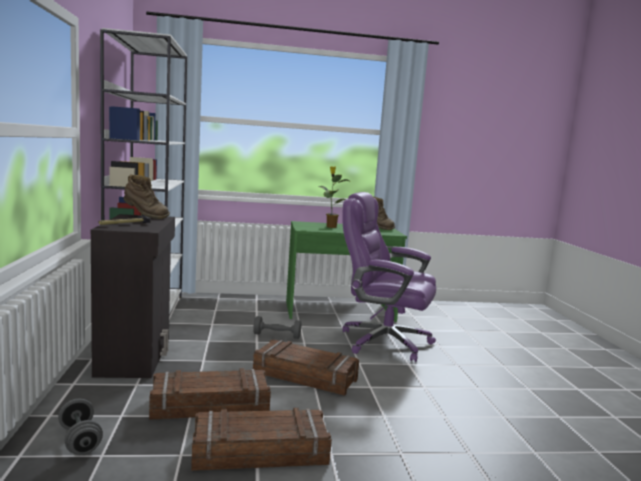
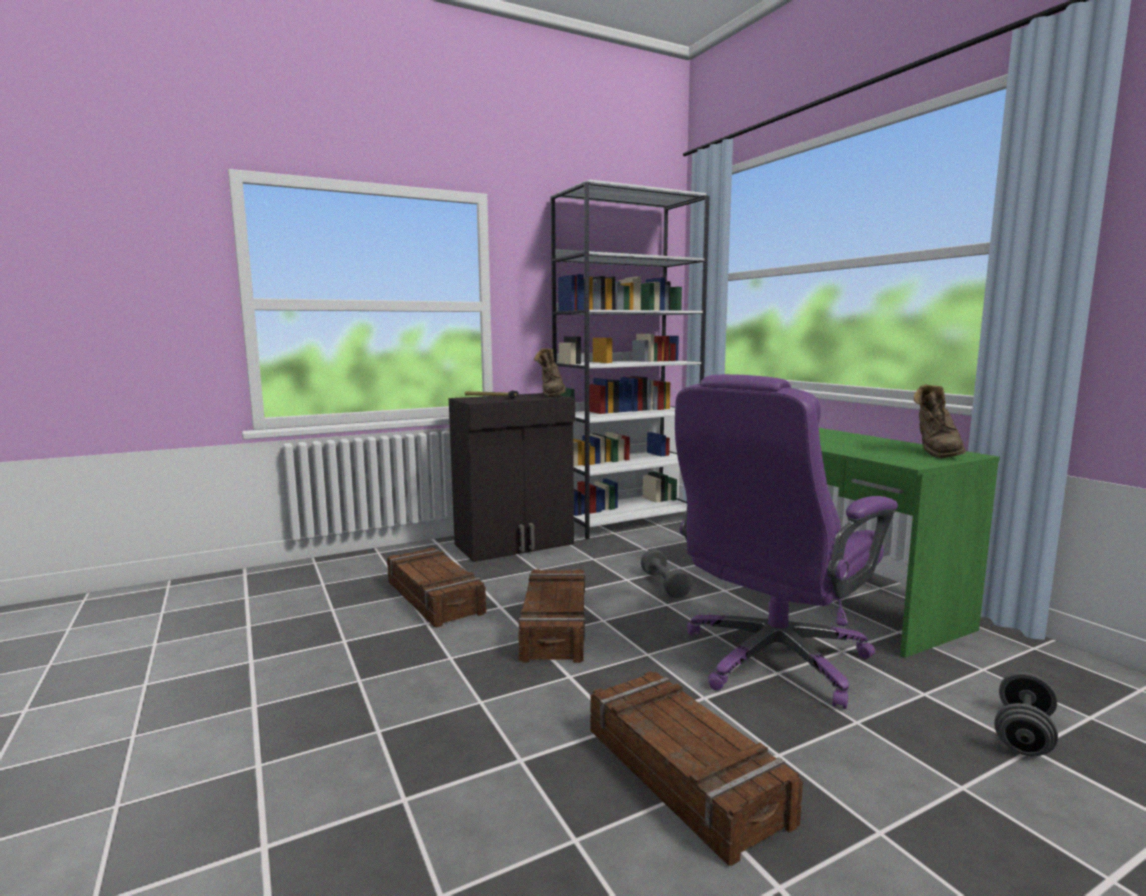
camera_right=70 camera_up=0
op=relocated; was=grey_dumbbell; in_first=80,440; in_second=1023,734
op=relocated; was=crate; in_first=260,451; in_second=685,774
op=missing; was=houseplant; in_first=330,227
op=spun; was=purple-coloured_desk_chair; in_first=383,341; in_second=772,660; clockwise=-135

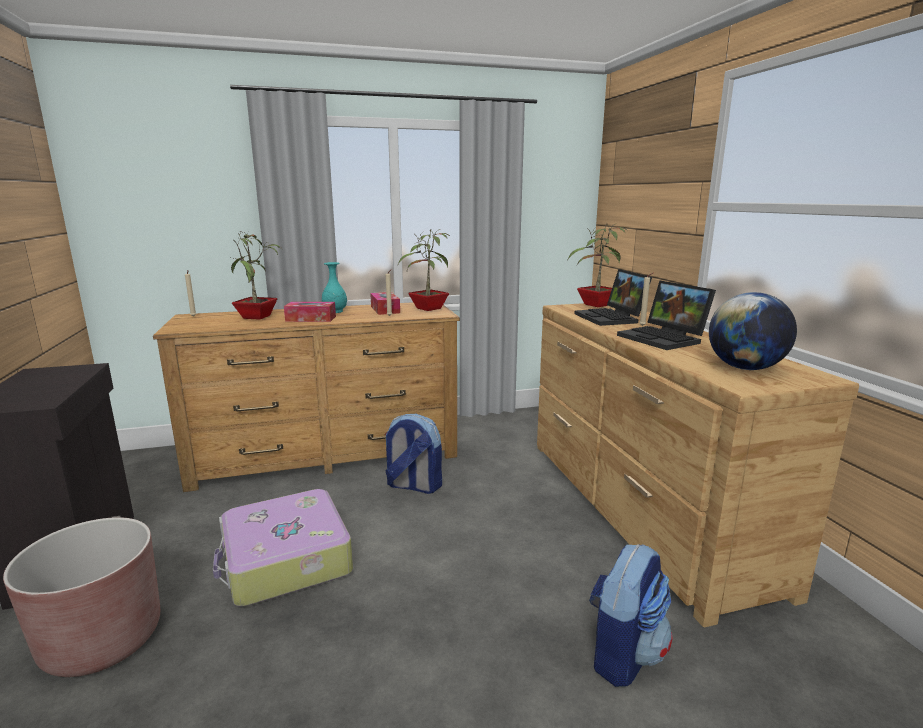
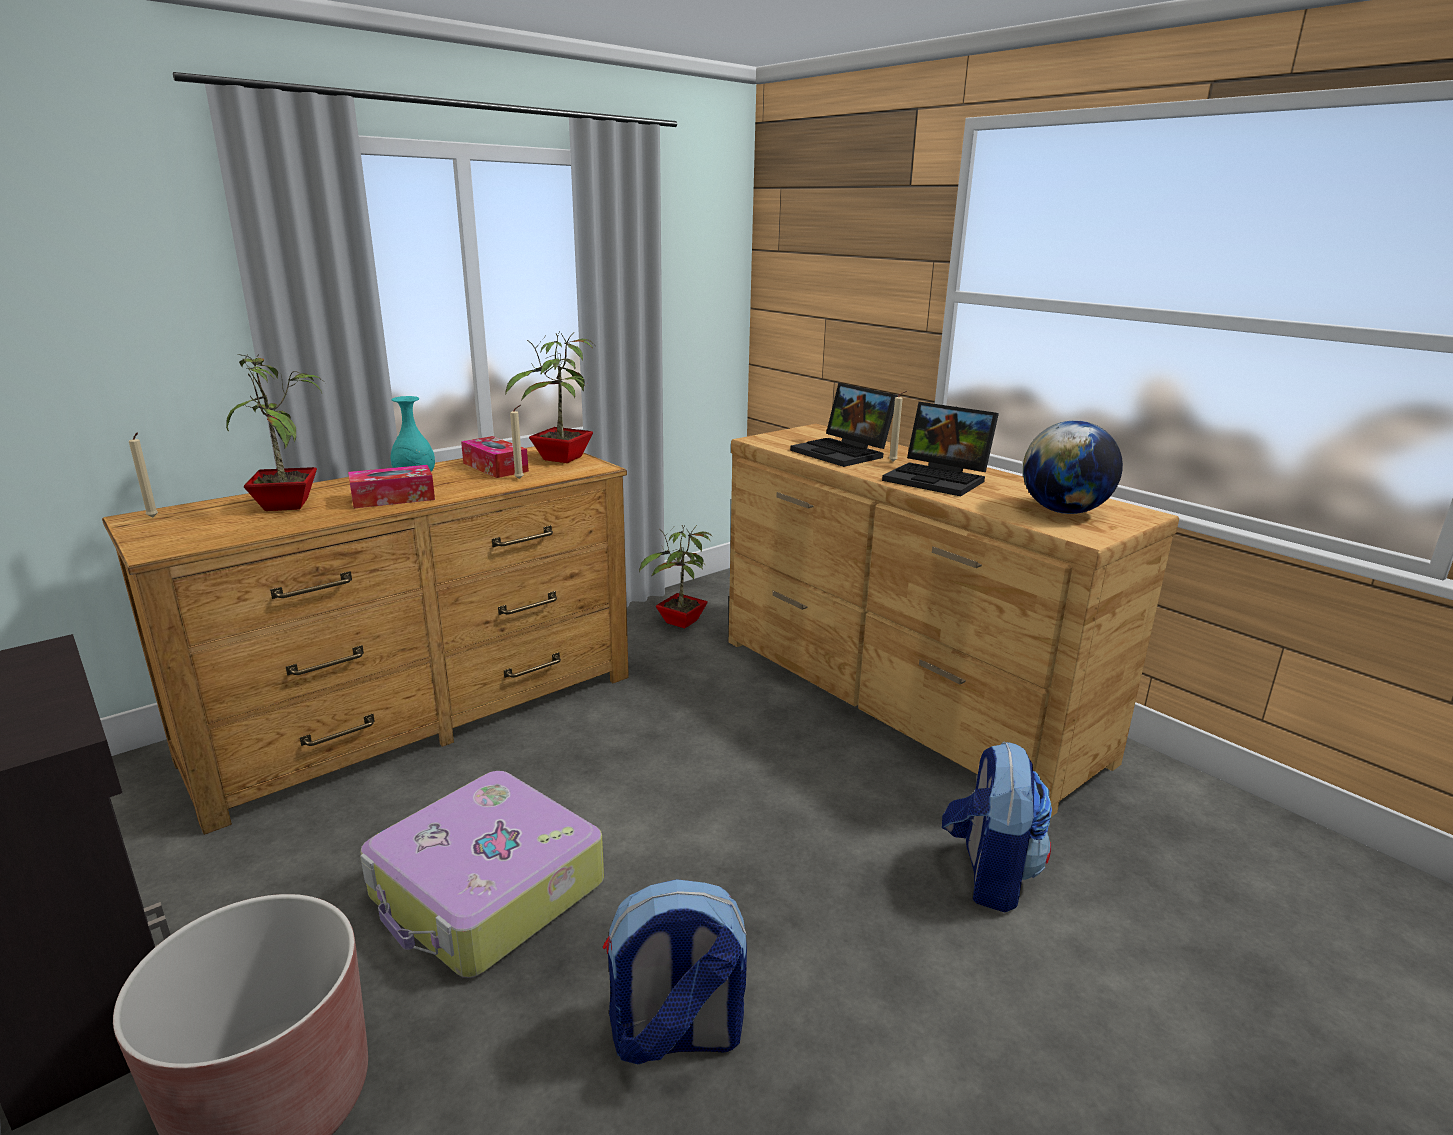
camera_right=-25 camera_up=5
op=relocated; was=rucksack; in_first=413,486; in_second=676,1036
op=relocated; was=houseplant; in_first=596,305; in_second=680,623

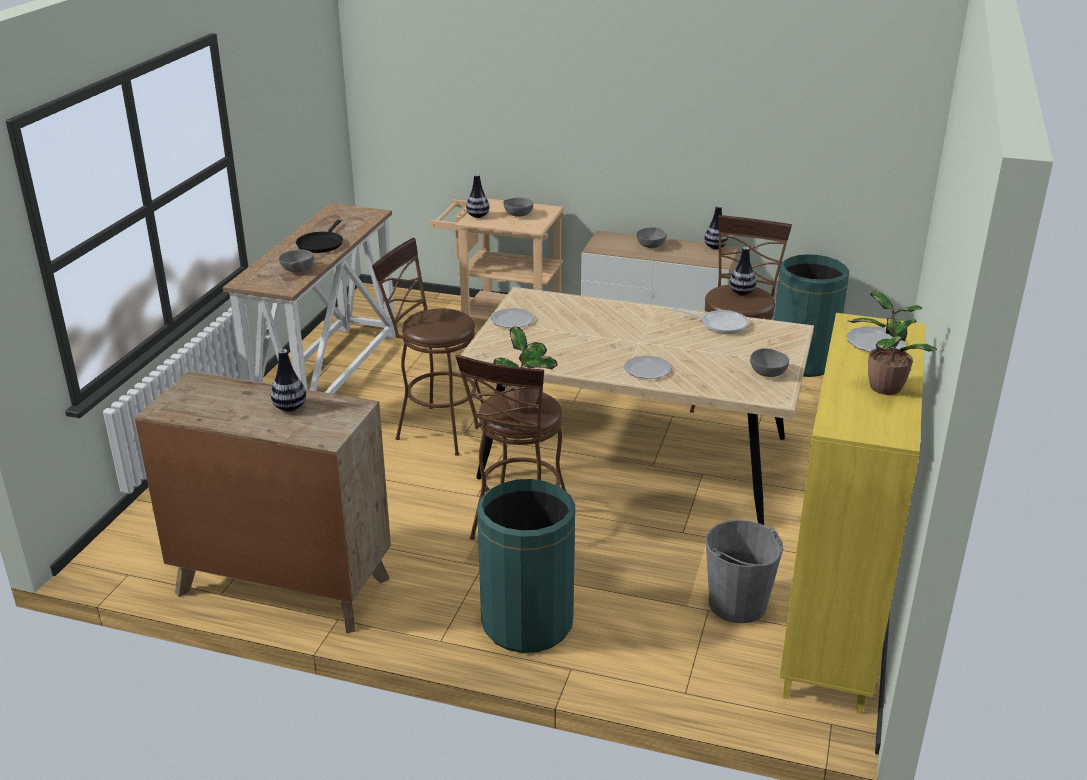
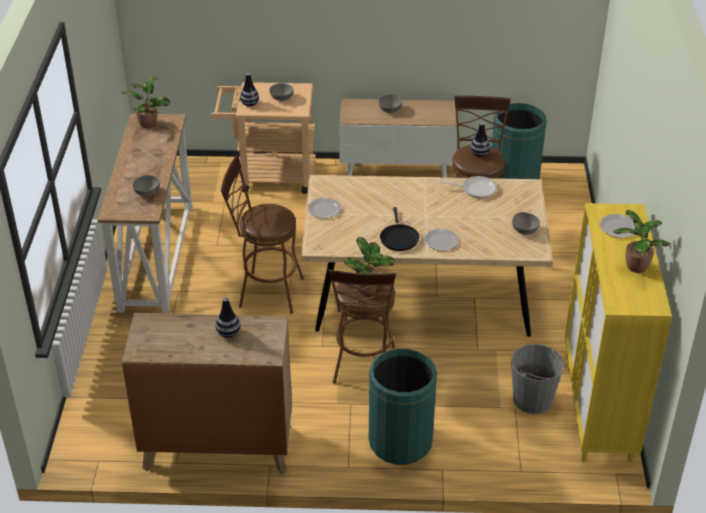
camera_right=-15 camera_up=10
op=relocated; was=black_pan; in_first=321,244; in_second=398,238
op=missing; was=decorative_vase; in_first=715,247
op=appeared; now=houseplant; in_second=149,123

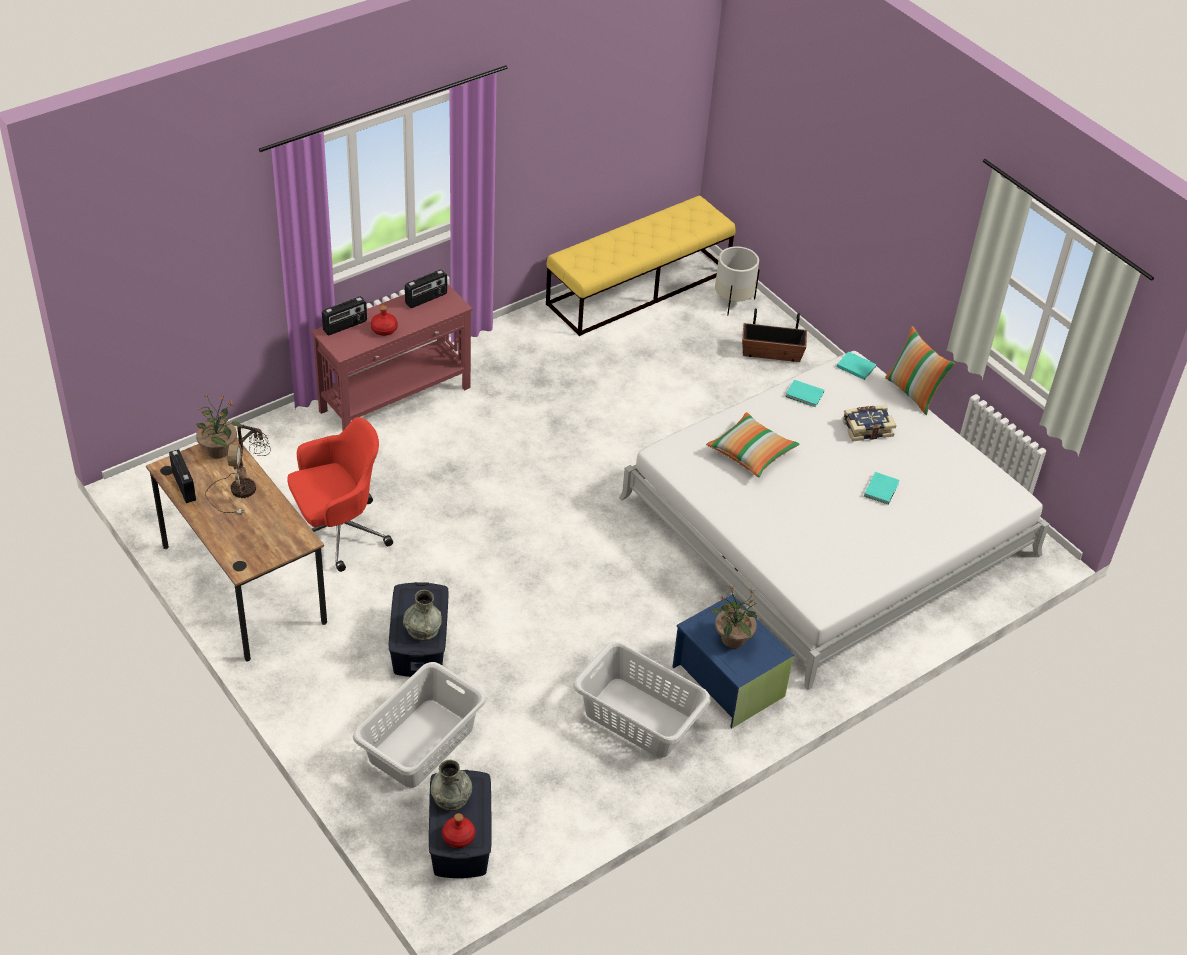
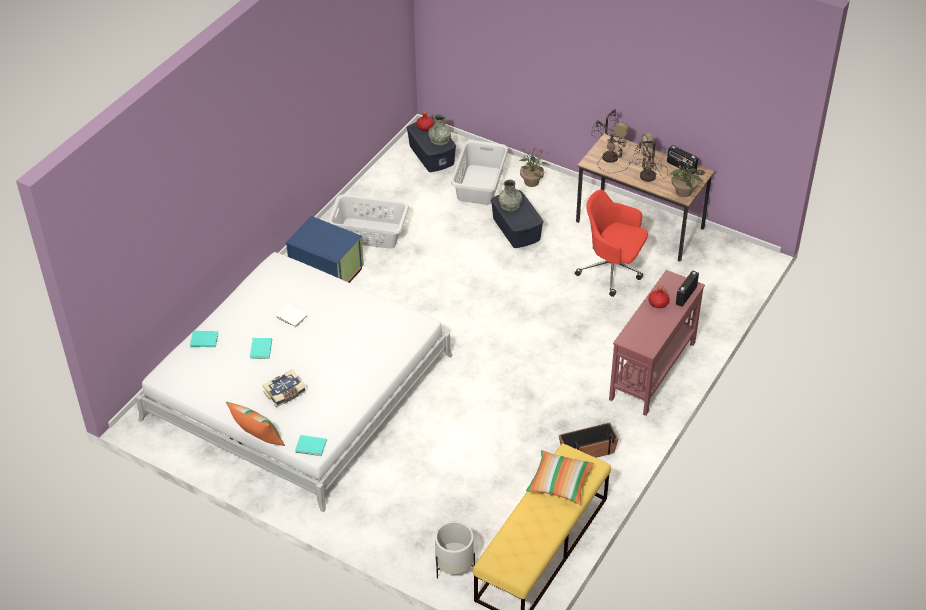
camera_right=160 camera_up=0
op=spun; was=red-coloured_desk_chair; in_first=338,532; in_second=612,270; clockwise=75
op=missing; was=radio_receiver; in_first=426,299
op=relocated; was=pillow; in_first=751,453; in_second=559,483
op=relocated; was=houseplant; in_first=732,639; in_second=531,182
op=relocated; was=plant_pot; in_first=771,353; in_second=587,451
op=relocated; was=turquoise_volume; in_first=805,395; in_second=203,339
op=appeared; now=white_volume; in_second=292,317
op=appeared; now=table_lamp; in_second=609,157

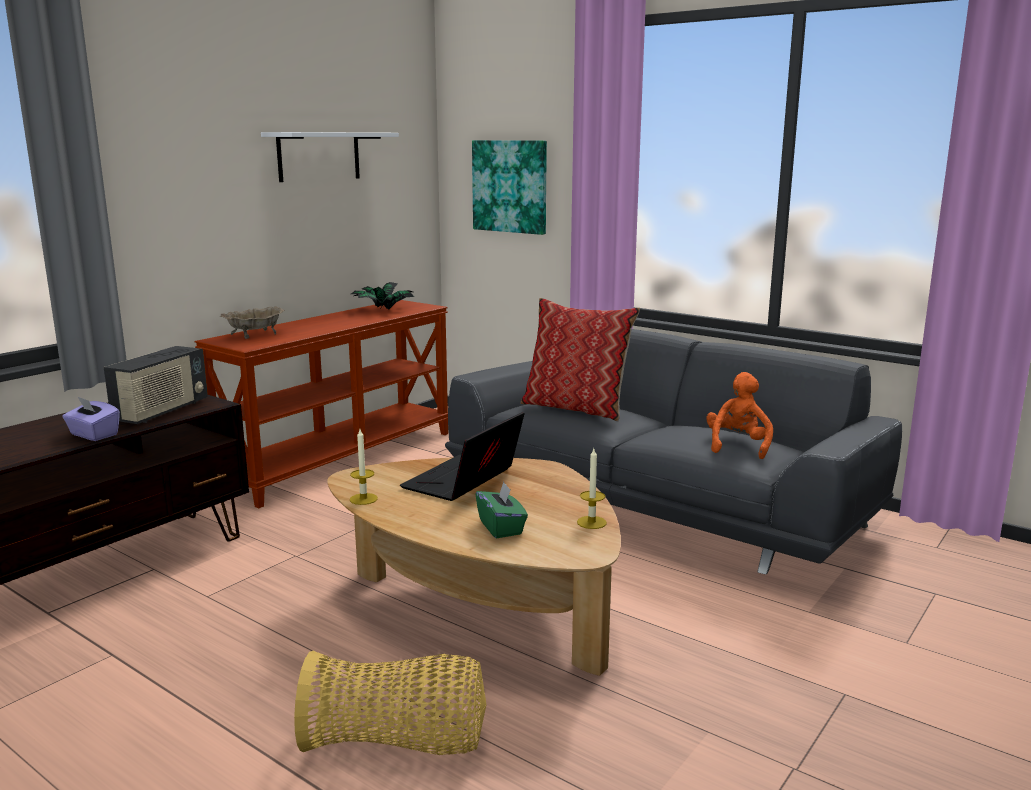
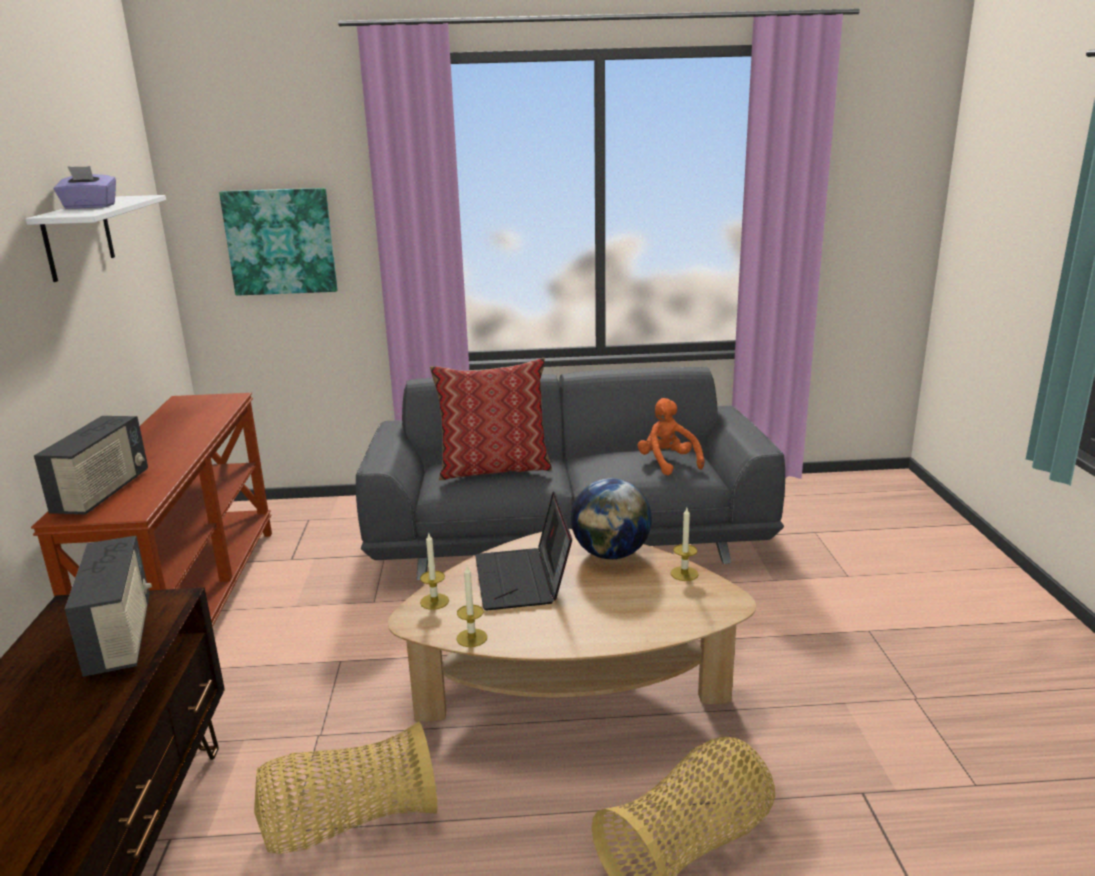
camera_right=-40 camera_up=5
op=relocated; was=purple-coloured_tissue_holder; in_first=93,435; in_second=89,207
op=exchanged; was=beige-coloured_serving_bowl; now=radio_receiver; in_first=255,335; in_second=103,493
op=missing; was=houseplant; in_first=383,309
op=missing; was=green_tissue_holder; in_first=501,527
op=appeared; now=household_basket; in_second=349,823
op=appeared; now=candle; in_second=434,601
op=appeared; now=world_globe; in_second=611,554

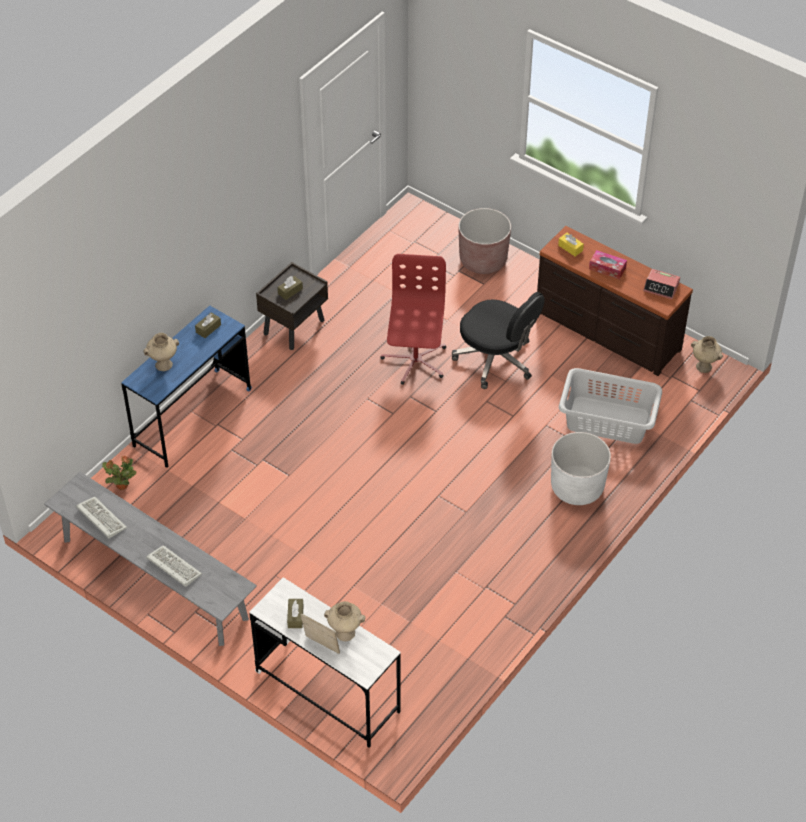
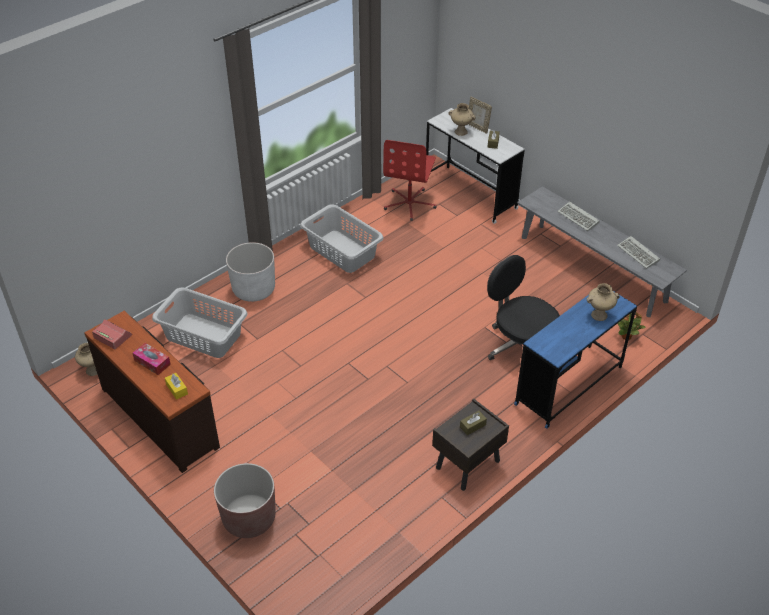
camera_right=-170 camera_up=-5
op=missing; was=brown_tissue_holder; in_first=208,328
op=relocated; was=red-coloured_desk_chair; in_first=415,361; in_second=410,204
op=relocated; was=black_desk_chair; in_first=496,360; in_second=520,346
op=appeared; now=grey_hamper; in_second=342,251

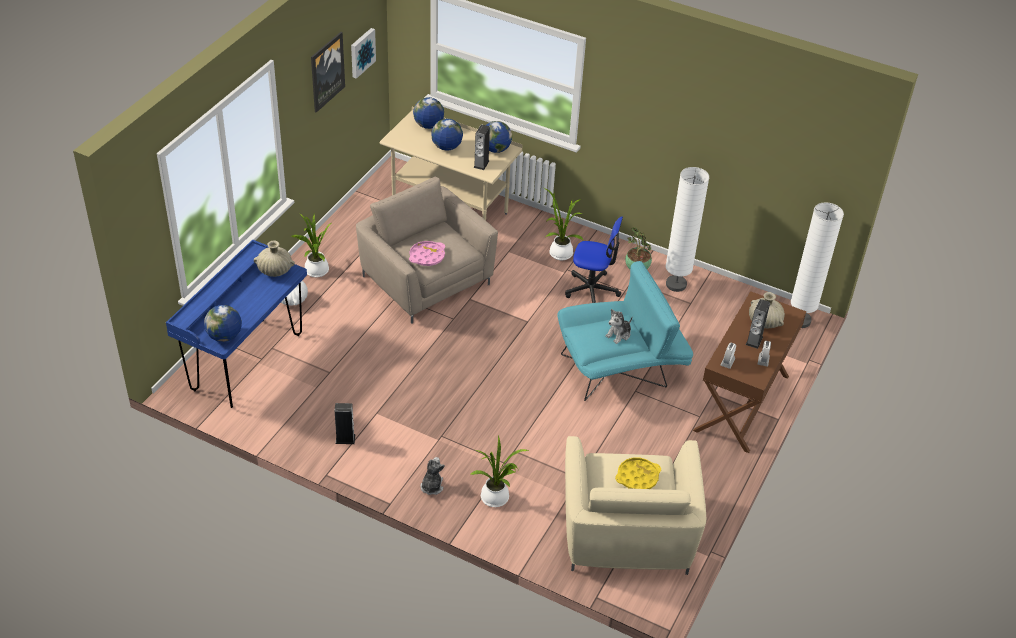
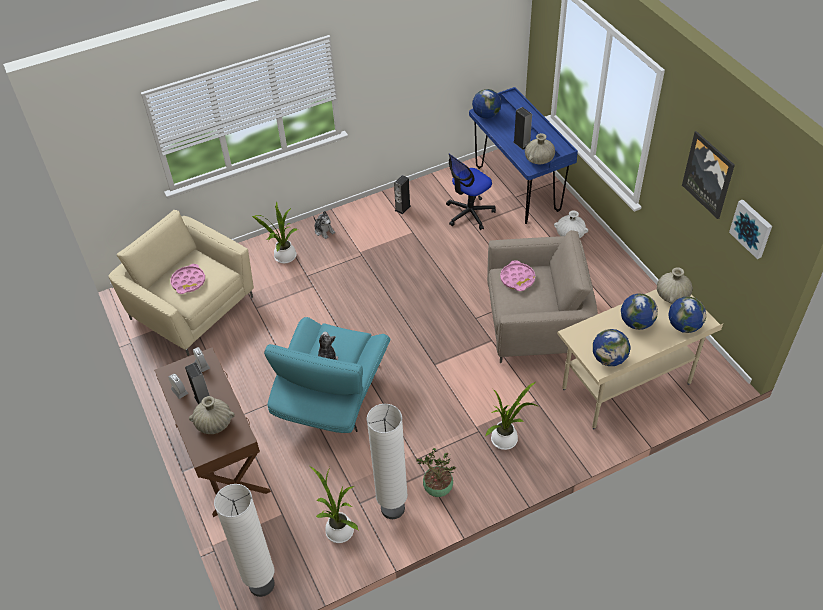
camera_right=130 camera_up=5
op=relocated; was=houseplant; in_first=315,271; in_second=338,529
op=relocated; was=audio_speaker; in_first=481,164; in_second=521,143
op=relocated; was=desk_chair; in_first=592,290; in_second=469,213
op=colour; was=yellowish_serving_tray; now=pink_serving_tray; in_first=637,477; in_second=188,282
op=appeared; now=beige-coloured_decorative_vase; in_second=672,296

